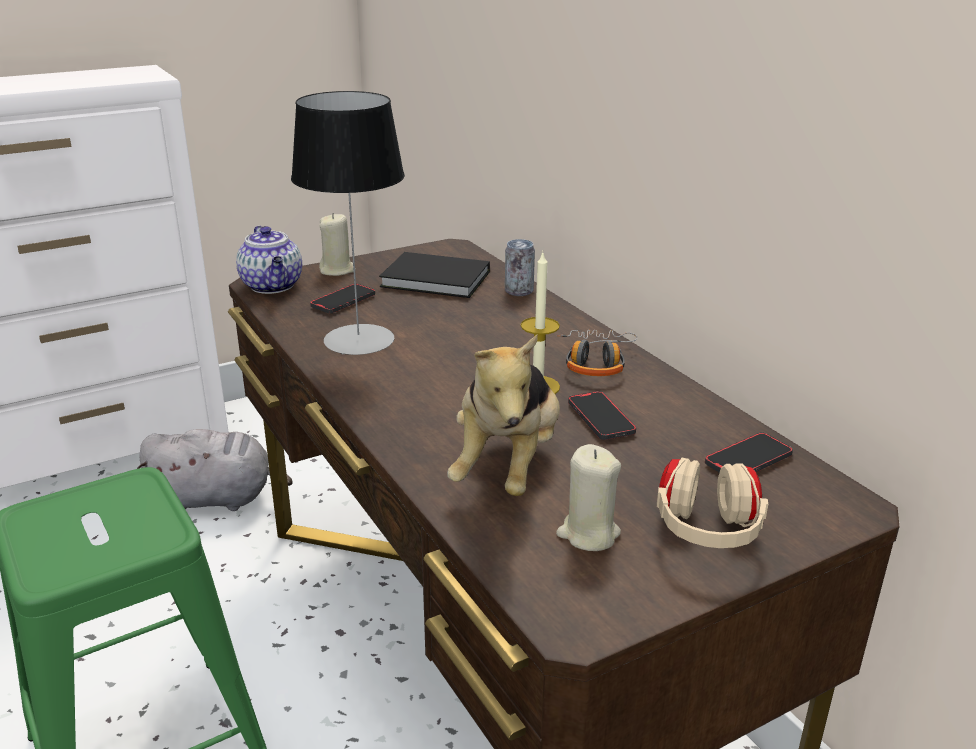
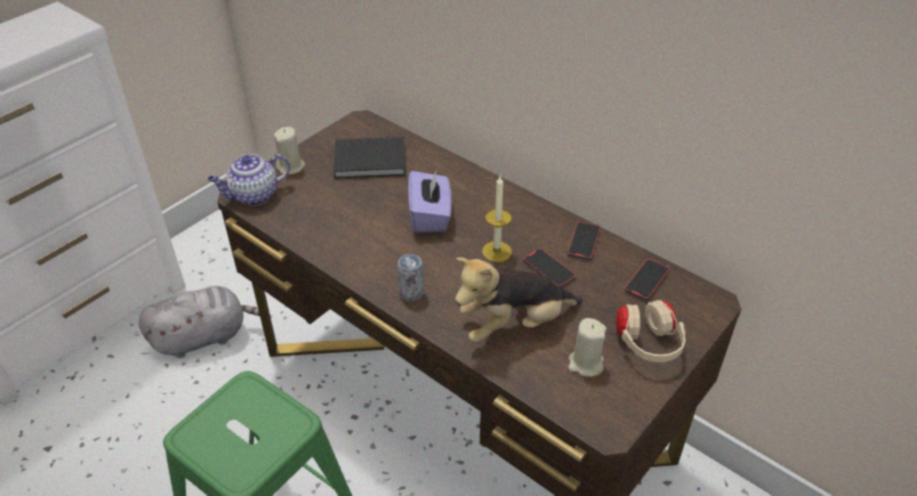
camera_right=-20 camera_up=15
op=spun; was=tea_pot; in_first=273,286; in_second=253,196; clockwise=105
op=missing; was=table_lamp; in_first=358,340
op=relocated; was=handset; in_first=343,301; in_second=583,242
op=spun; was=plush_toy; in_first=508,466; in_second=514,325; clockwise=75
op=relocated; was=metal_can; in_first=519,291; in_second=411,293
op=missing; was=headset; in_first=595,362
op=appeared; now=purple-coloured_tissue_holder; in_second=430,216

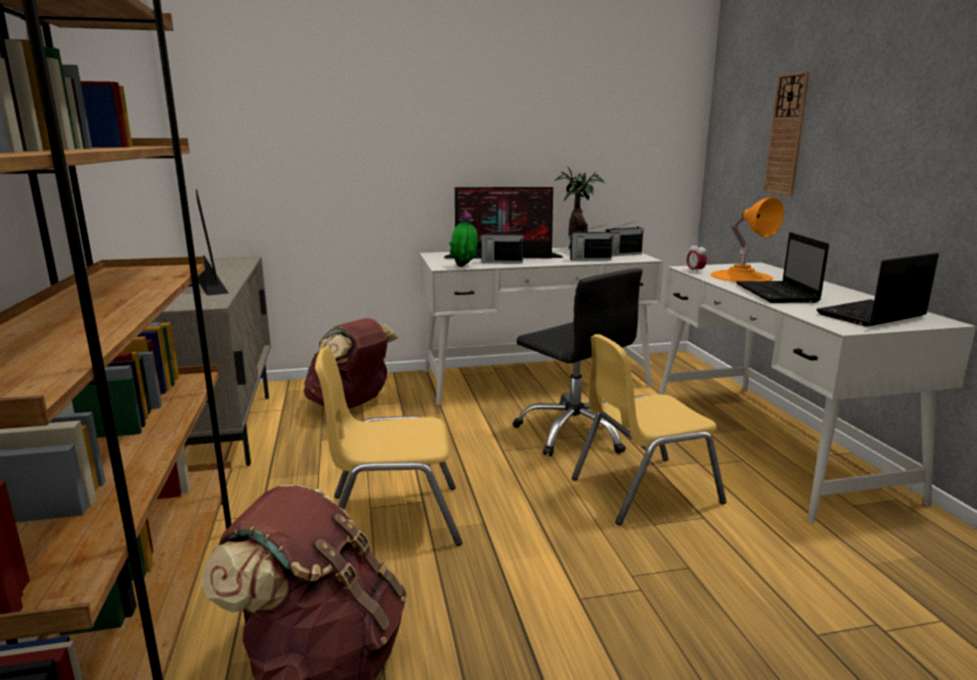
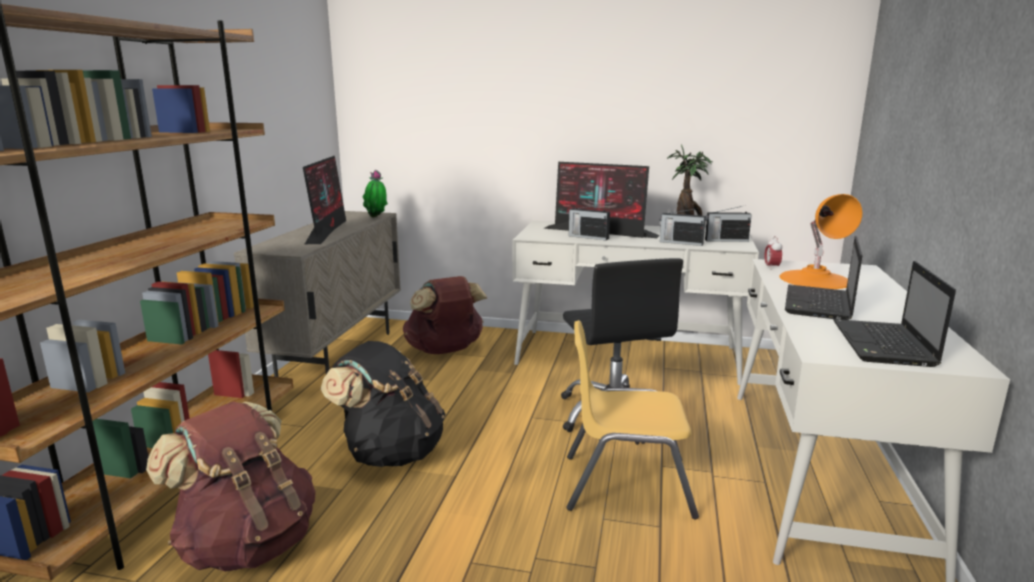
camera_right=25 camera_up=0
op=exchanged; was=yellowish_chair; now=black_rucksack; in_first=393,518; in_second=390,453
op=relocated; was=houseplant; in_first=464,266; in_second=376,217
op=missing; was=clock_on_the_wall; in_first=787,135
op=spun; was=notebook_computer; in_first=870,315; in_second=884,345; clockwise=-75

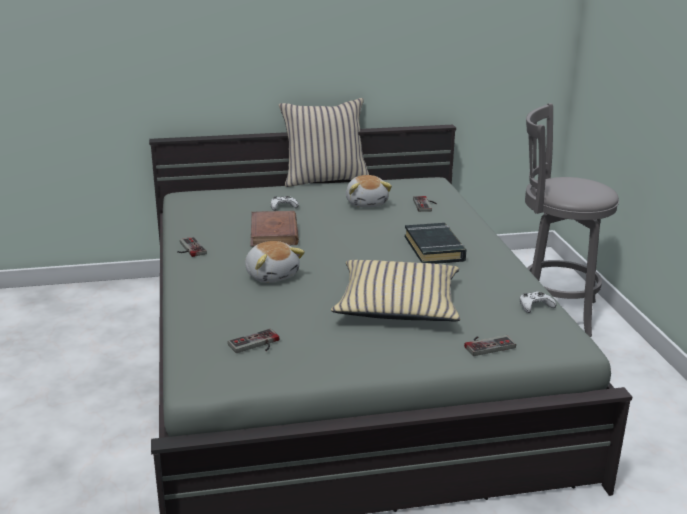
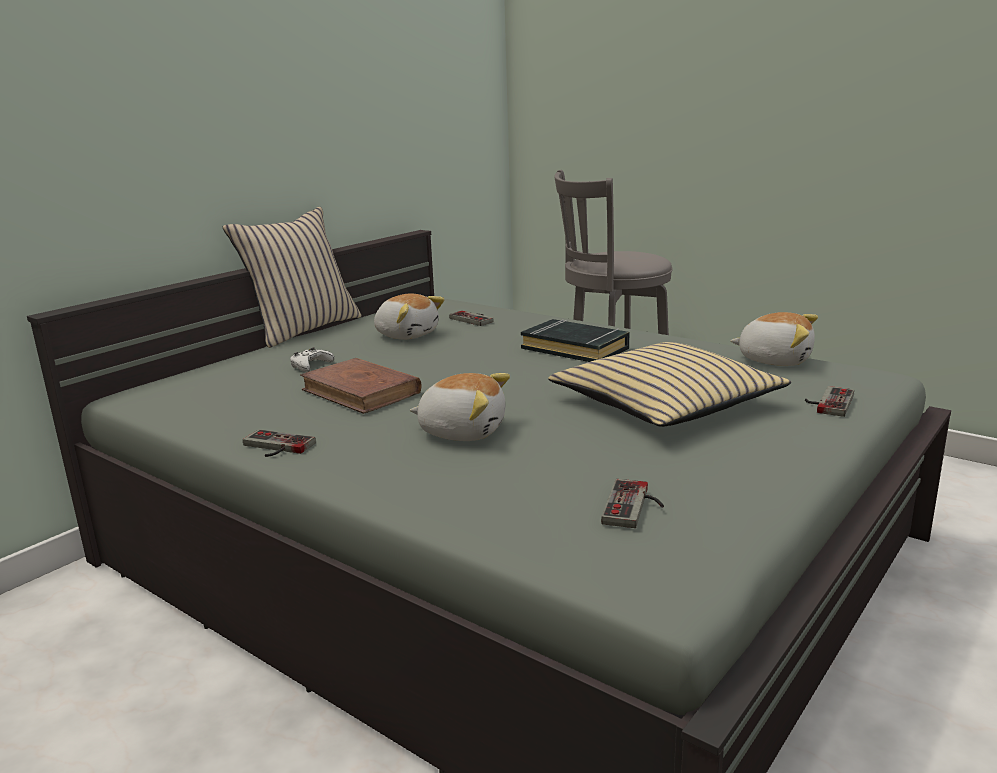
camera_right=-40 camera_up=-5
op=exchanged; was=white_game_controller; now=plush_toy; in_first=535,306; in_second=775,360

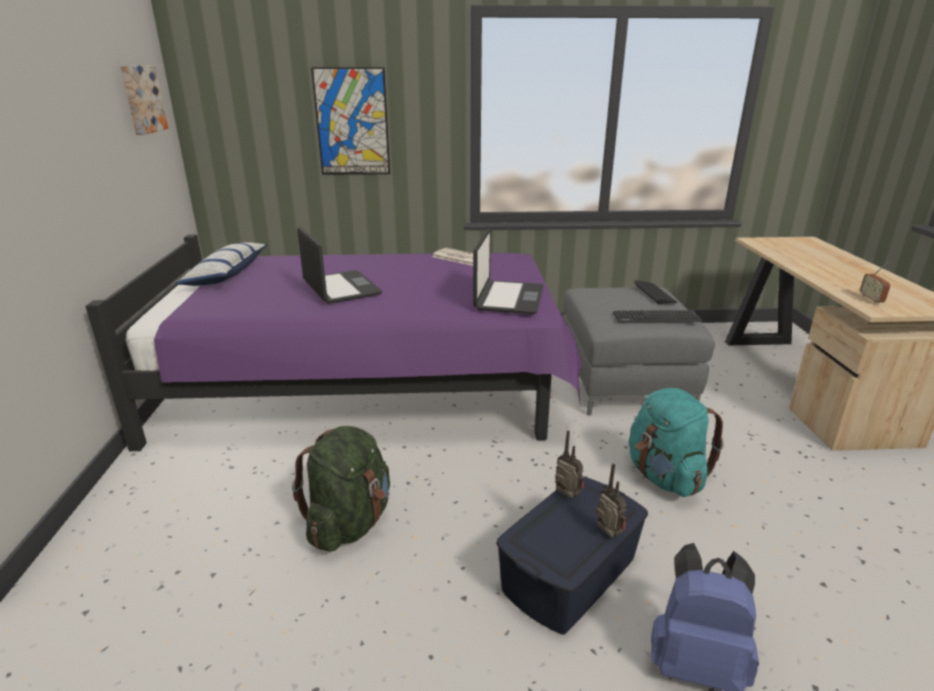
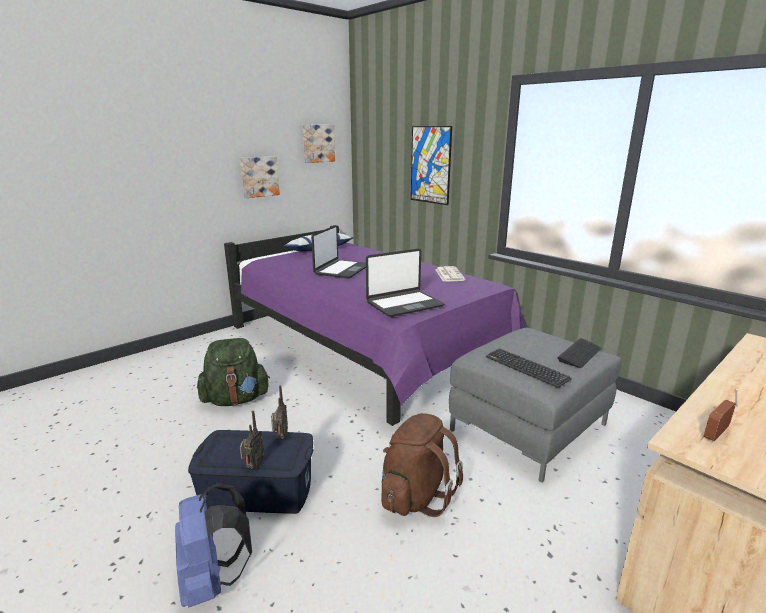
camera_right=50 camera_up=-5
op=colour; was=turquoise_rucksack; now=brown_rucksack; in_first=665,477; in_second=415,496
op=appeared; now=picture; in_second=259,176

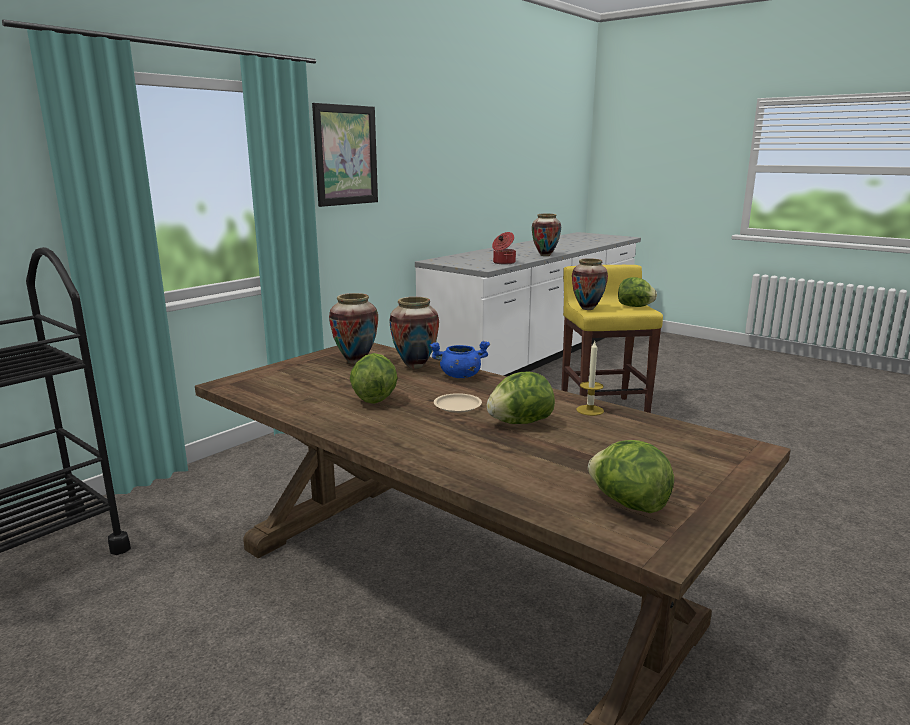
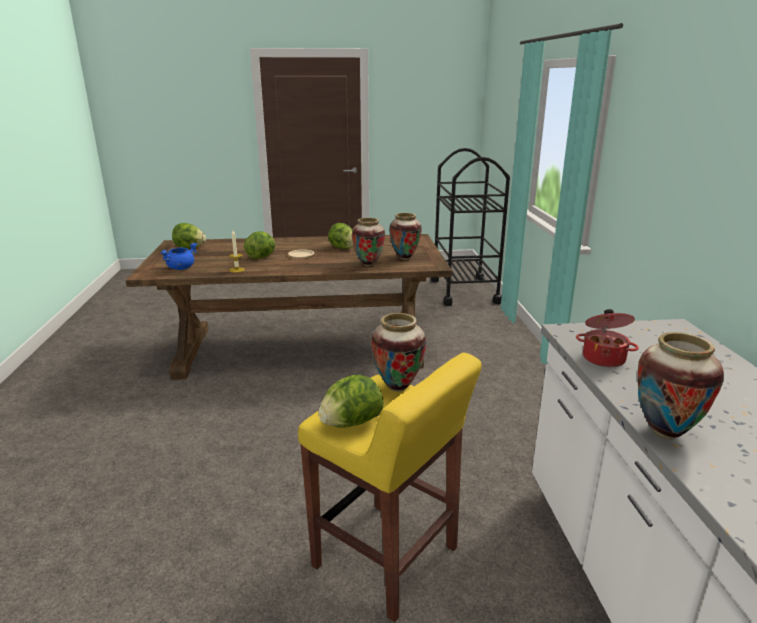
camera_right=135 camera_up=5
op=missing; was=picture; in_first=346,155
op=relocated; was=bluish_saucepot; in_first=460,376; in_second=181,268

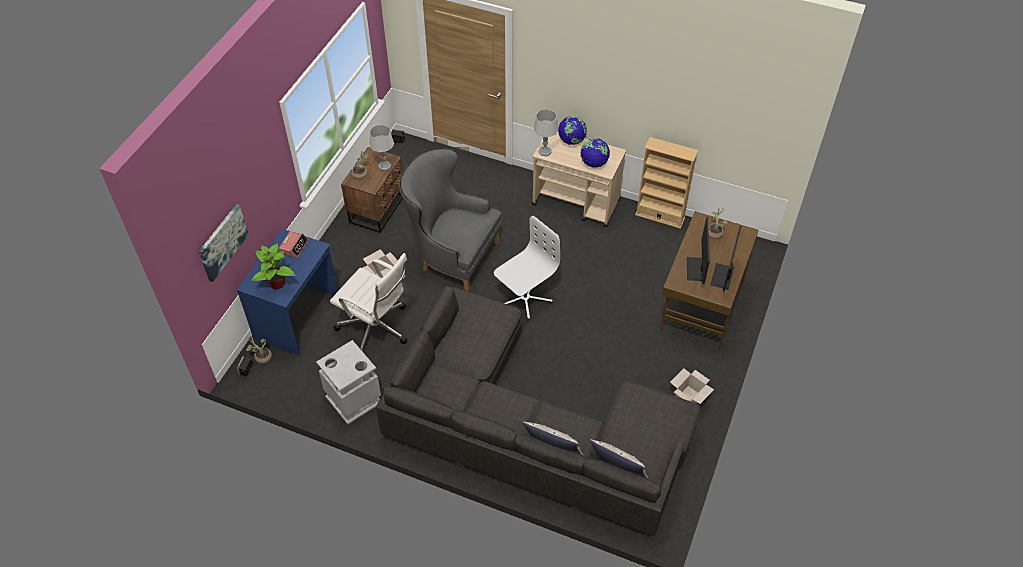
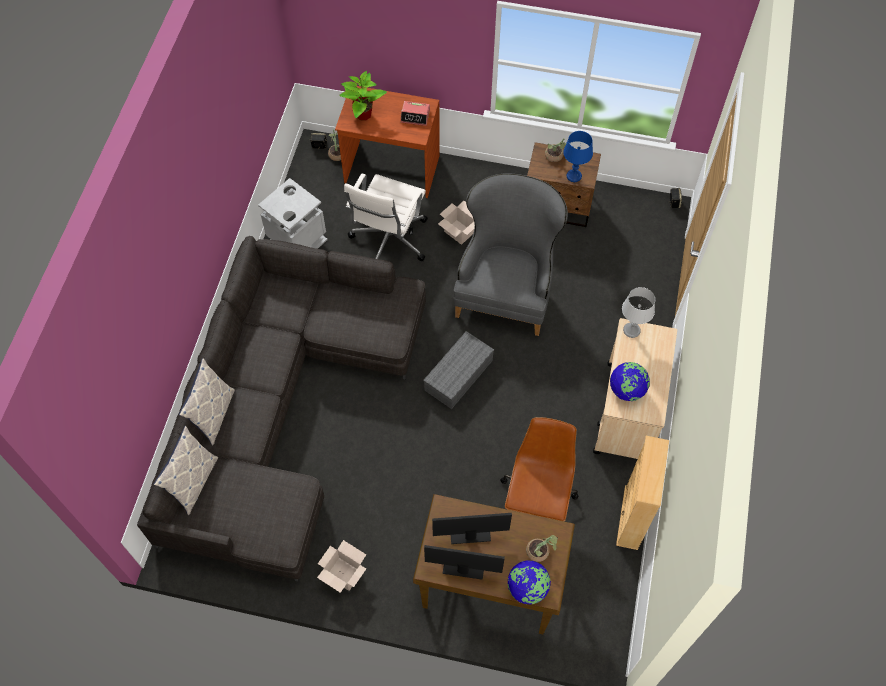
camera_right=80 camera_up=10
op=missing; was=picture; in_first=222,242
op=colour; was=bluish_desk; now=brown_desk; in_first=297,317; in_second=391,170
op=colour; was=grey_table_lamp; now=bluish_table_lamp; in_first=384,166; in_second=574,176
op=exchanged; was=white_desk_chair; now=grey_storage_box; in_first=524,298; in_second=458,376
op=relocated; was=world_globe; in_first=571,140; in_second=527,588
op=appeared; now=brown_desk_chair; in_second=537,500

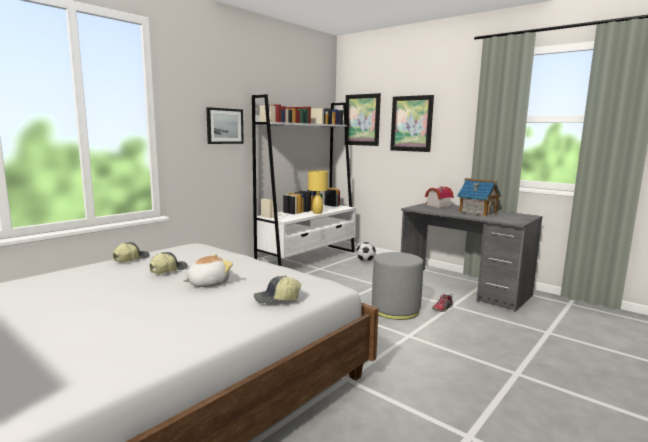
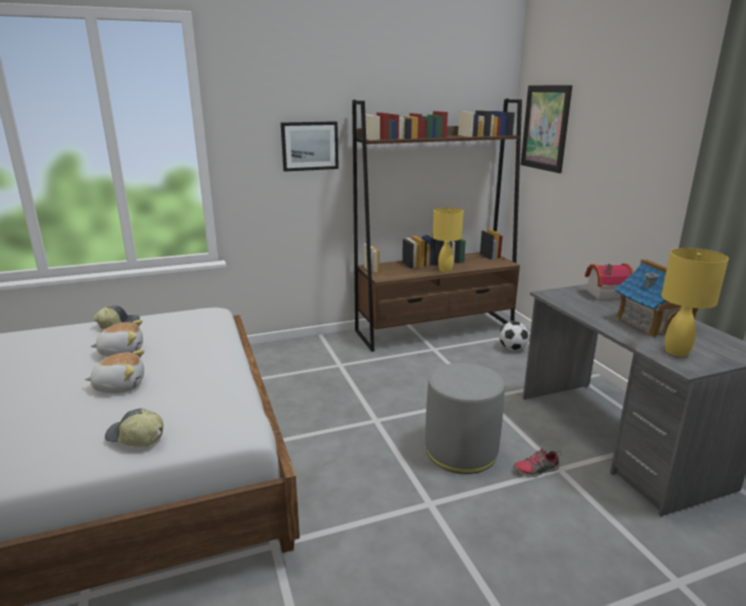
camera_right=30 camera_up=10
op=exchanged; was=peaked_cap; now=plush_toy; in_first=168,270; in_second=122,351
op=colour; was=white_bookshelf; now=brown_bookshelf; in_first=308,259; in_second=435,329
op=missing; was=picture; in_first=411,123
op=appeared; now=yellowish_table_lamp; in_second=677,352

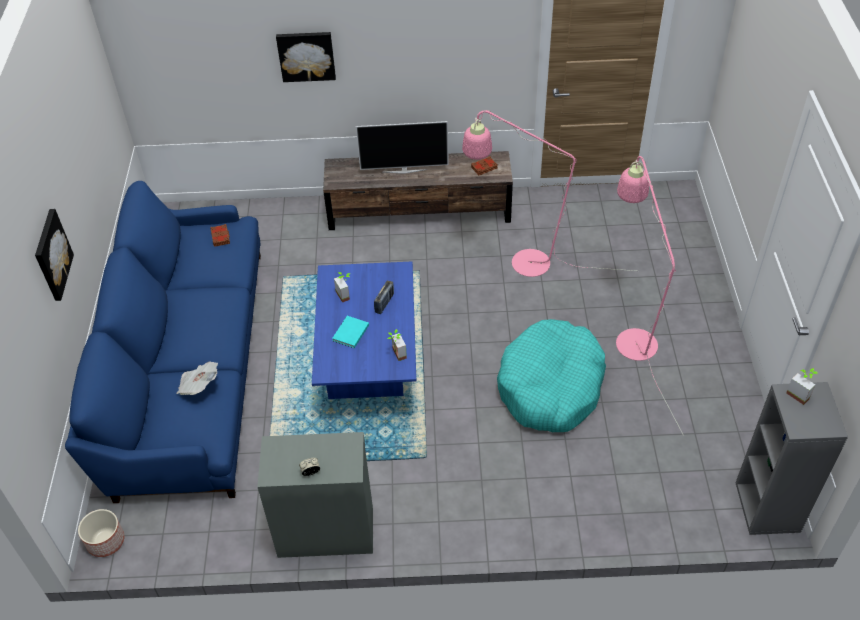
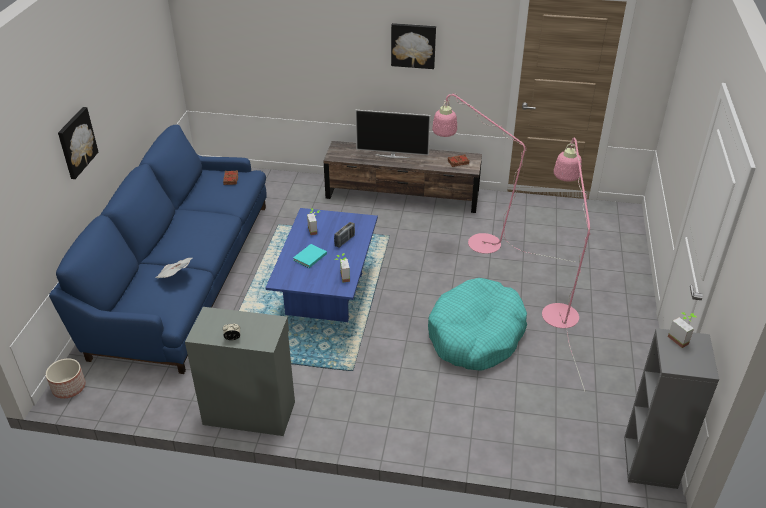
camera_right=10 camera_up=-10
op=relocated; was=picture; in_first=306,55; in_second=413,45

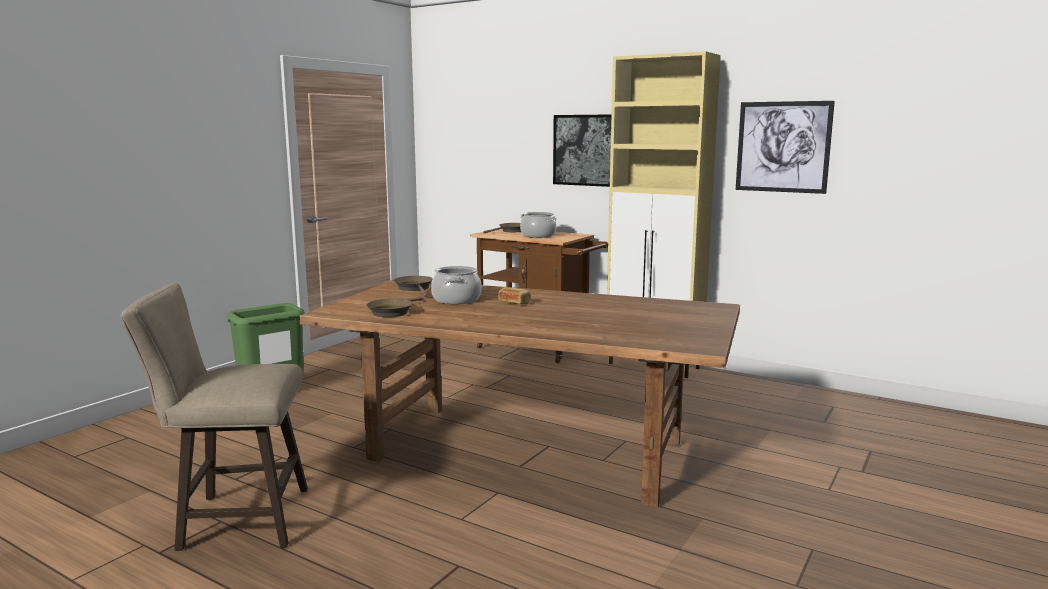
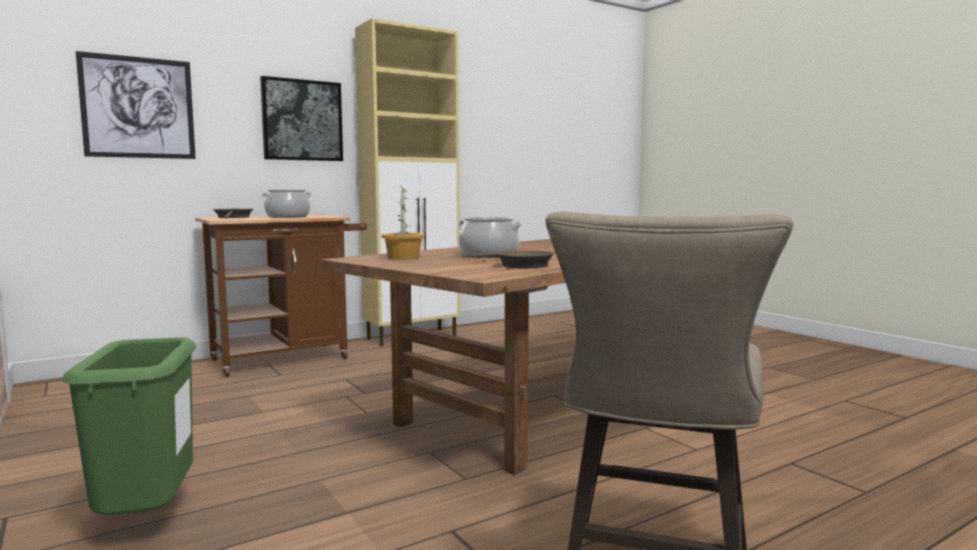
camera_right=-65 camera_up=-5
op=exchanged; was=brown_pan; now=houseplant; in_first=415,288; in_second=403,258
op=missing; was=bakery_bread; in_first=514,302
op=relocated; was=picture; in_first=783,147; in_second=138,107

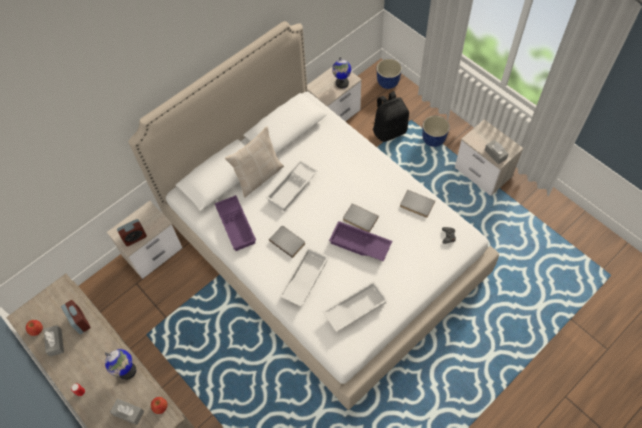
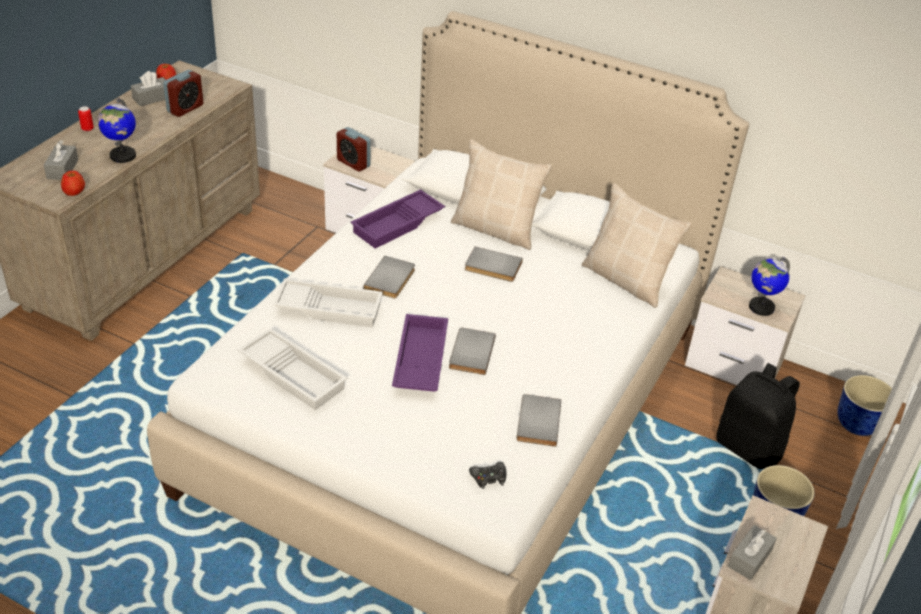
camera_right=65 camera_up=-20
op=exchanged; was=white_serving_tray; now=grey_volume; in_first=292,188; in_second=492,267
op=appeared; now=beige-coloured_pillow; in_second=627,280

